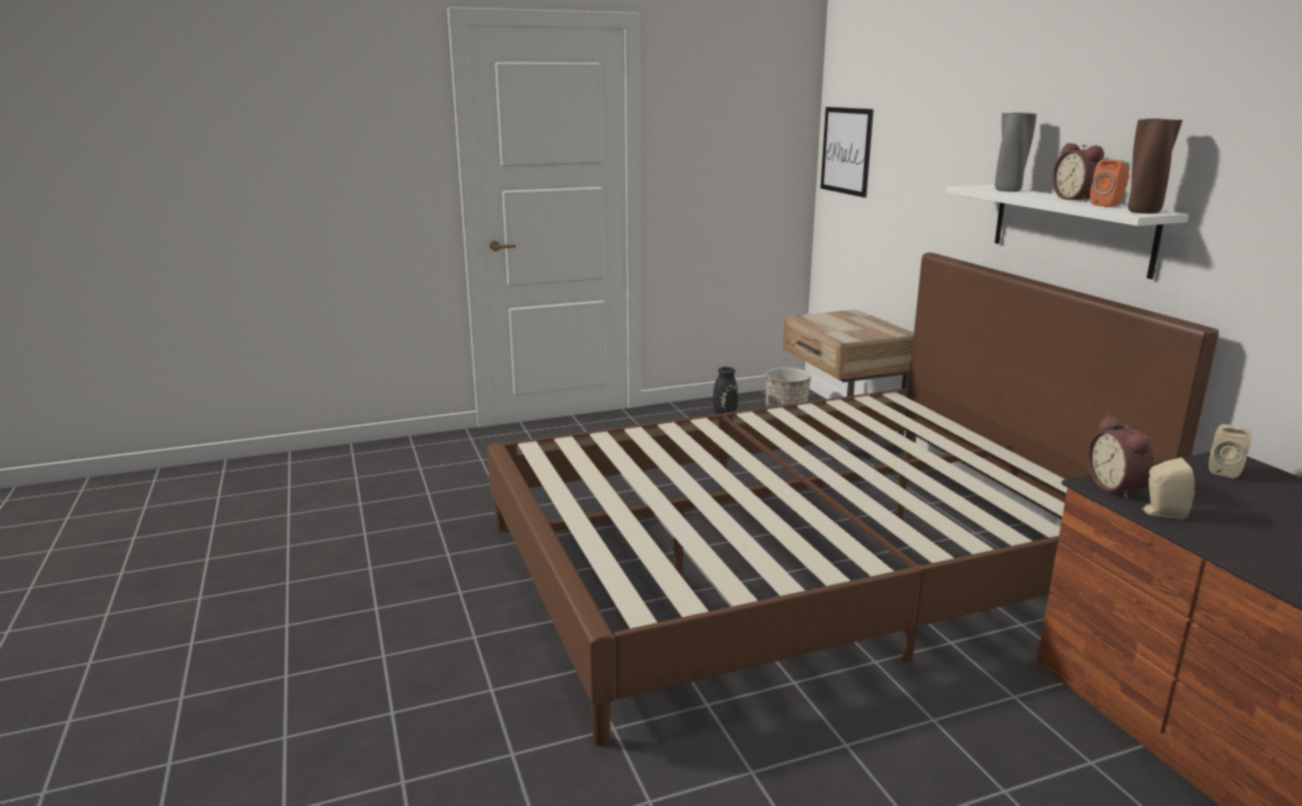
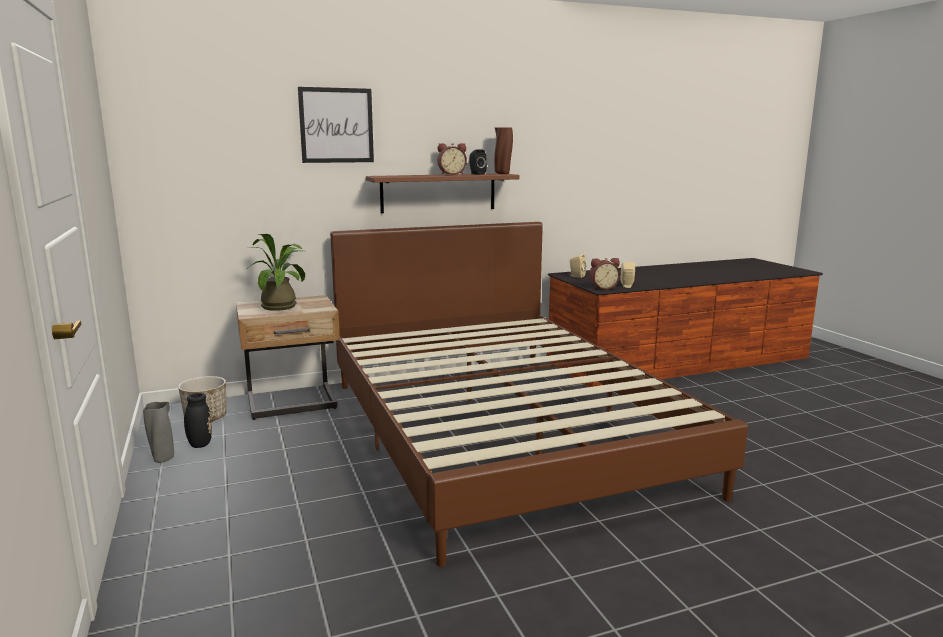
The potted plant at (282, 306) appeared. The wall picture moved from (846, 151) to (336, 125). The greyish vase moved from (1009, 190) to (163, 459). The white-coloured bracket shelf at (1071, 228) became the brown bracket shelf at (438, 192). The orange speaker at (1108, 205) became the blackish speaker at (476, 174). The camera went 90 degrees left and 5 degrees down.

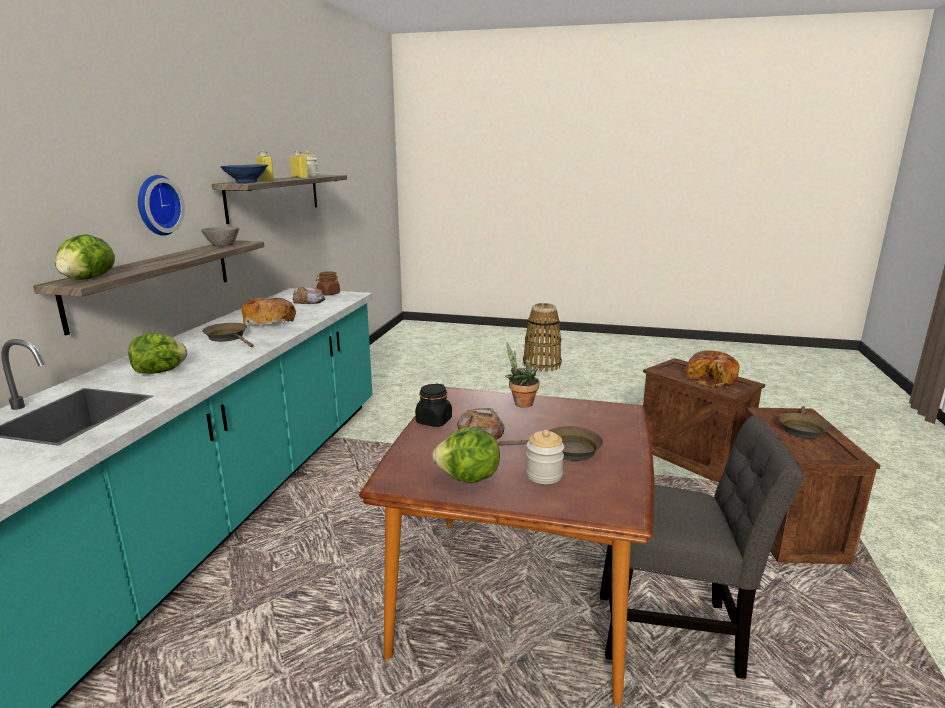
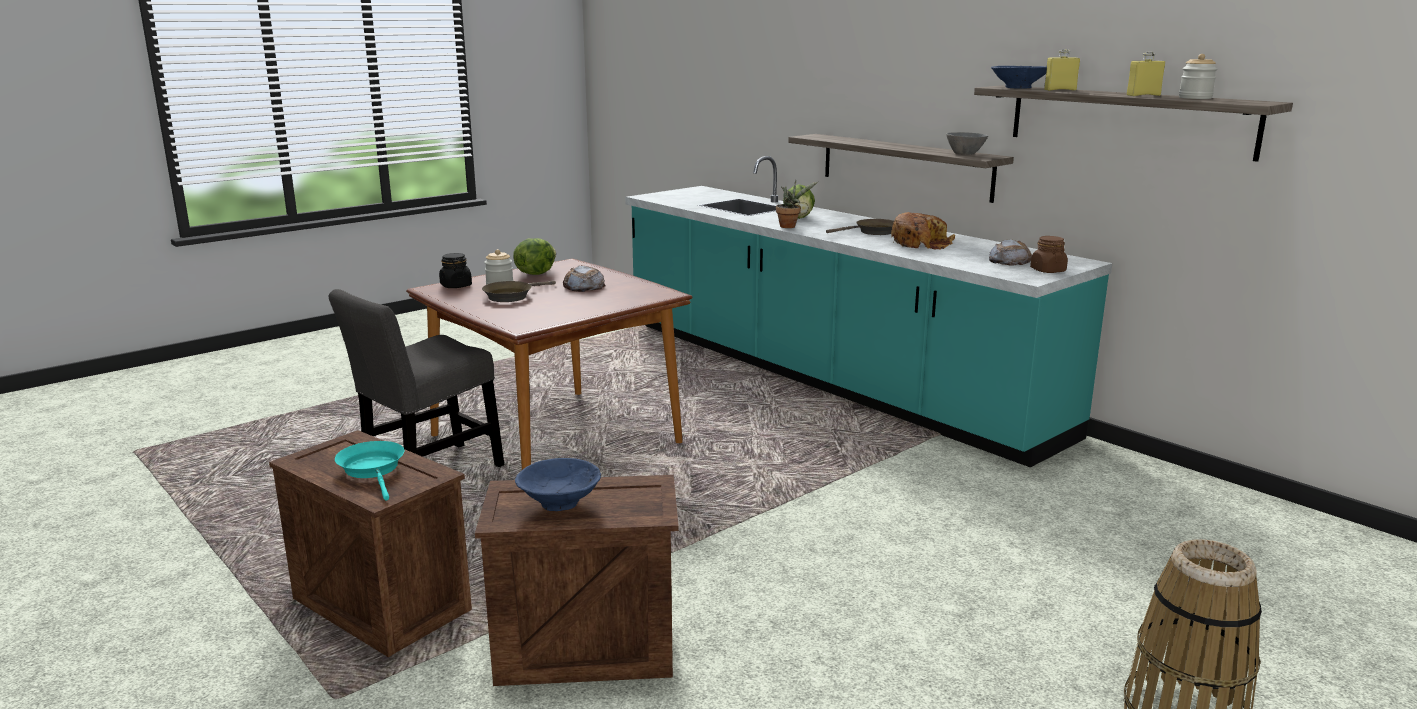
The lettuce head at (87, 279) disappeared. The clock on the wall at (156, 205) disappeared. The blackish preserve jar moved from (433, 421) to (456, 286). The potted plant moved from (520, 403) to (790, 226). The bread at (712, 379) was replaced by the blue-coloured bowl at (560, 503). The brown pan at (801, 429) became the turquoise-coloured pan at (373, 470). The camera went 125 degrees right and 0 degrees up.

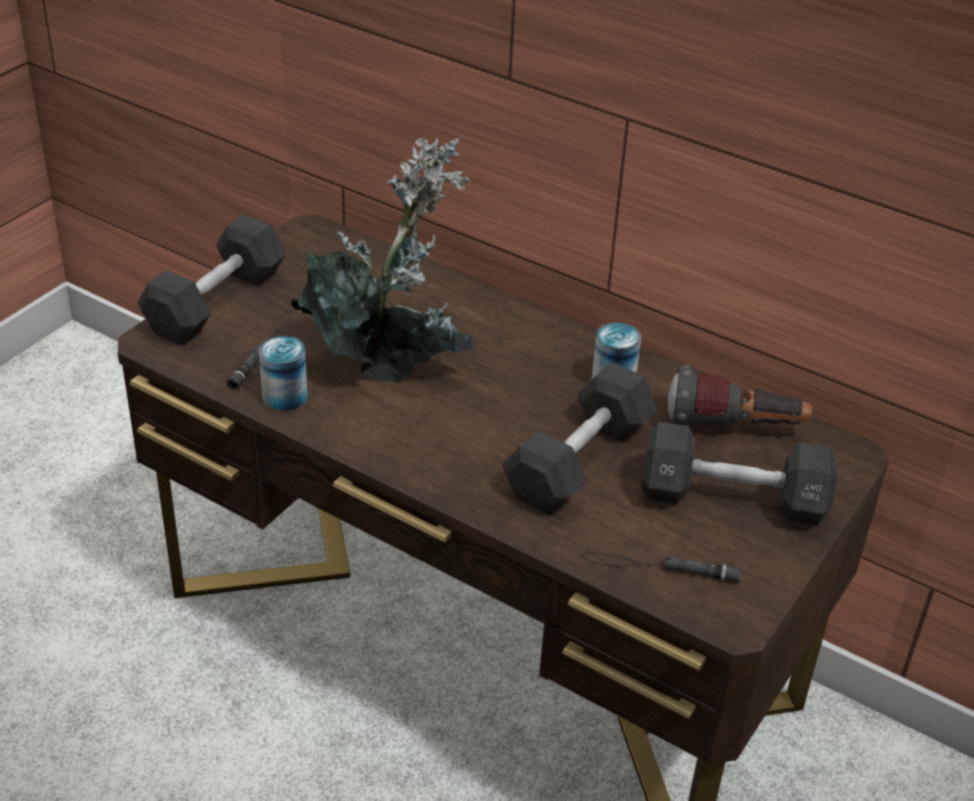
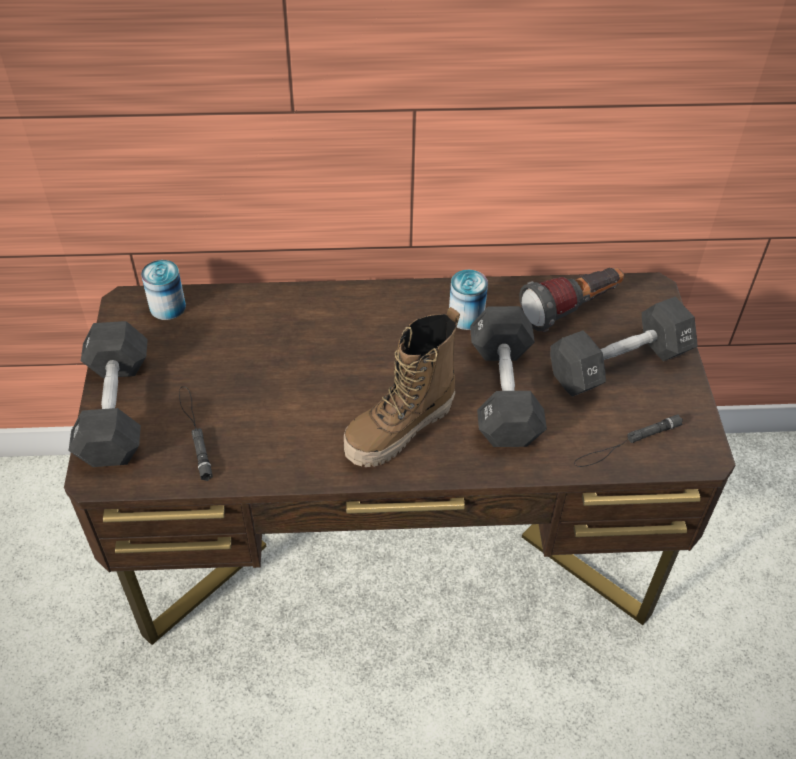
The potted plant at (389, 363) disappeared. The boot at (400, 430) appeared. The sealed can moved from (285, 396) to (167, 307). The camera went 35 degrees left and 10 degrees up.

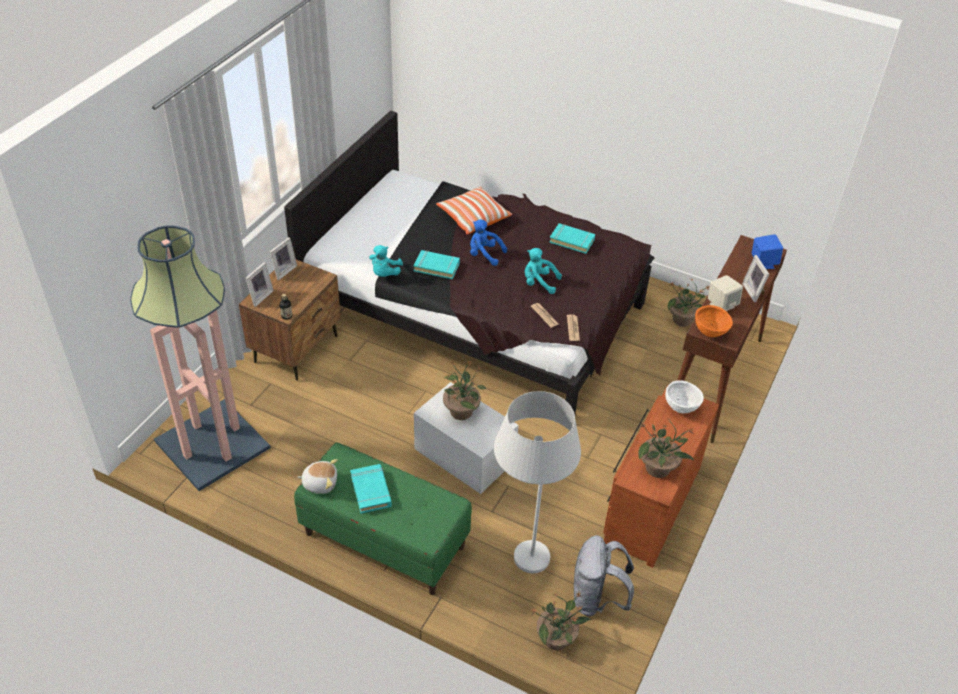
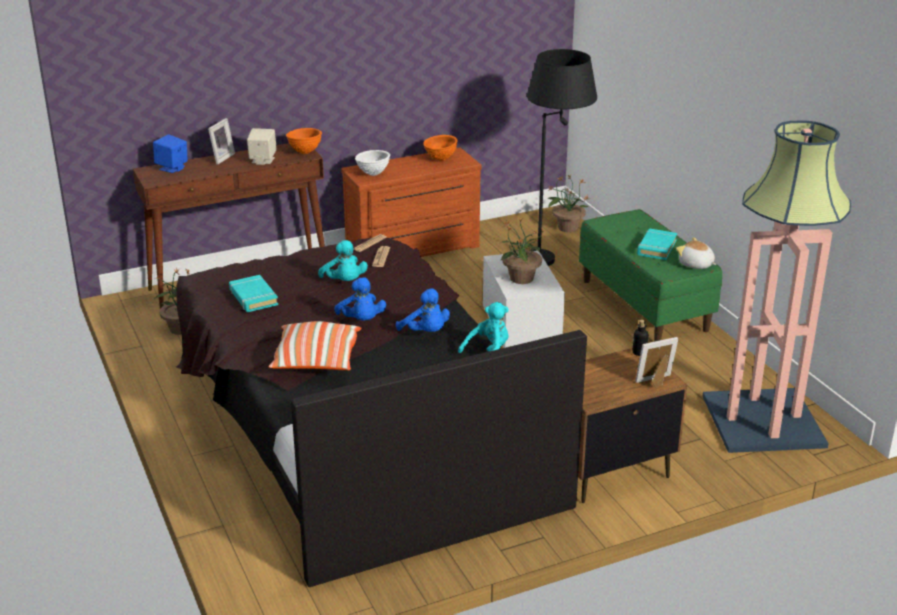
The picture frame at (283, 270) disappeared. The greyish backpack at (596, 599) disappeared. The turquoise-coloured book at (436, 267) was replaced by the blue-coloured cuddly toy at (426, 332). The potted plant at (658, 468) was replaced by the orange bowl at (440, 159). The white-coloured standing lamp at (523, 573) became the blackish standing lamp at (554, 256). The camera went 140 degrees left and 15 degrees down.

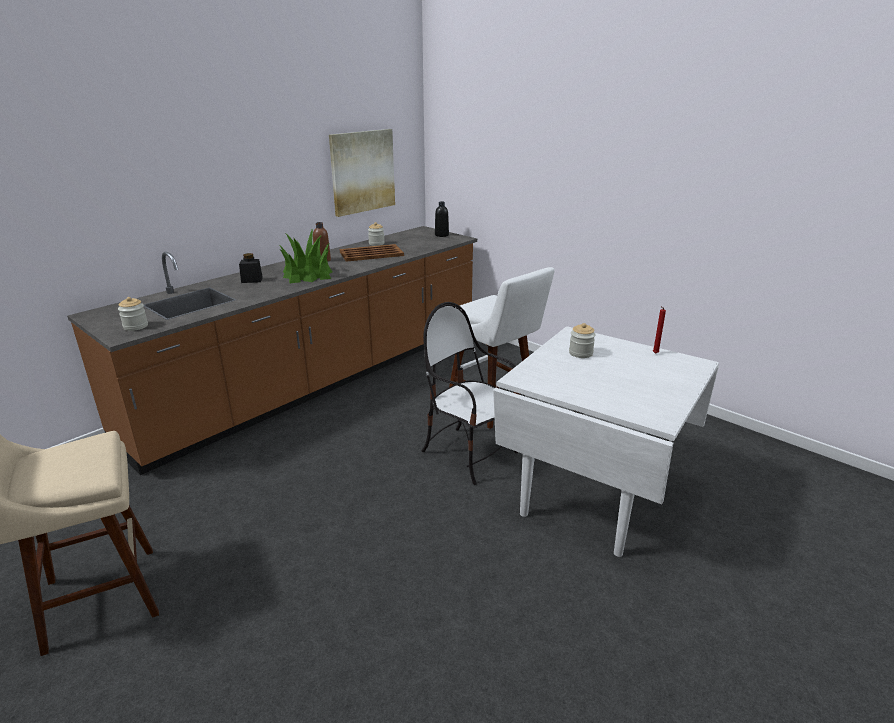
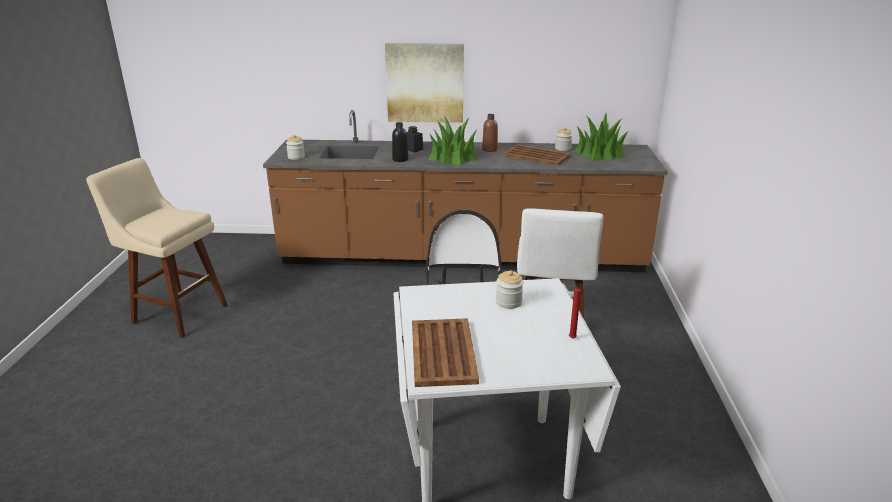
The brown serving tray at (442, 353) appeared. The potted plant at (600, 154) appeared. The wall picture moved from (362, 171) to (425, 83). The blackish drink bottle moved from (441, 235) to (400, 159). The camera went 50 degrees right and 0 degrees up.

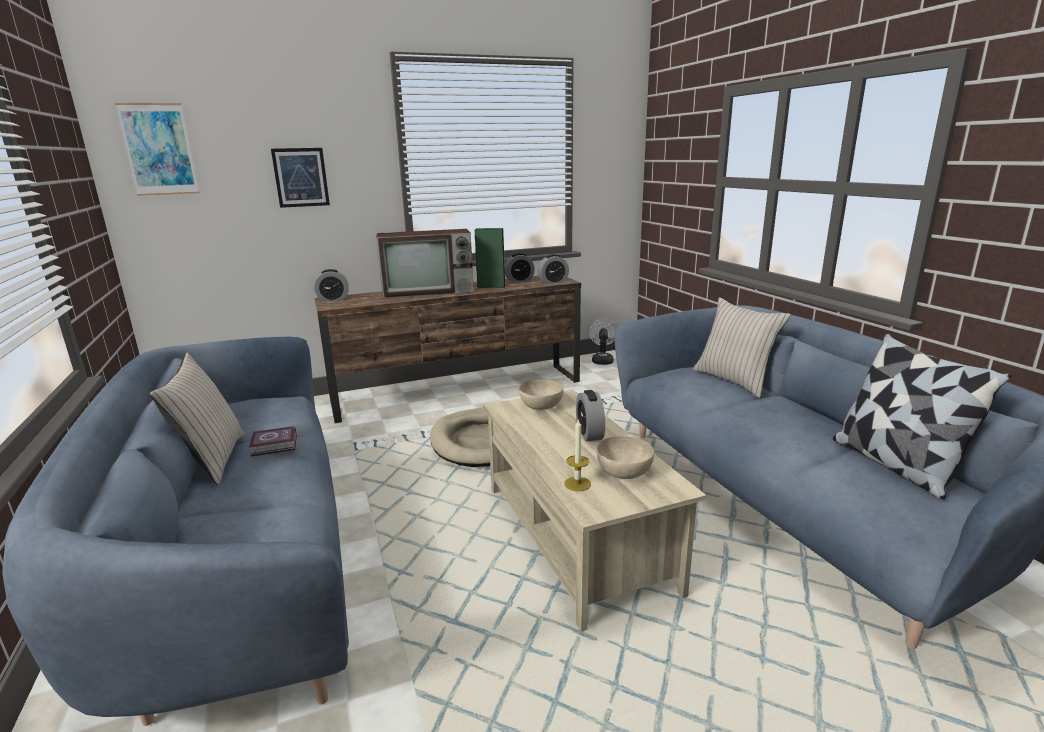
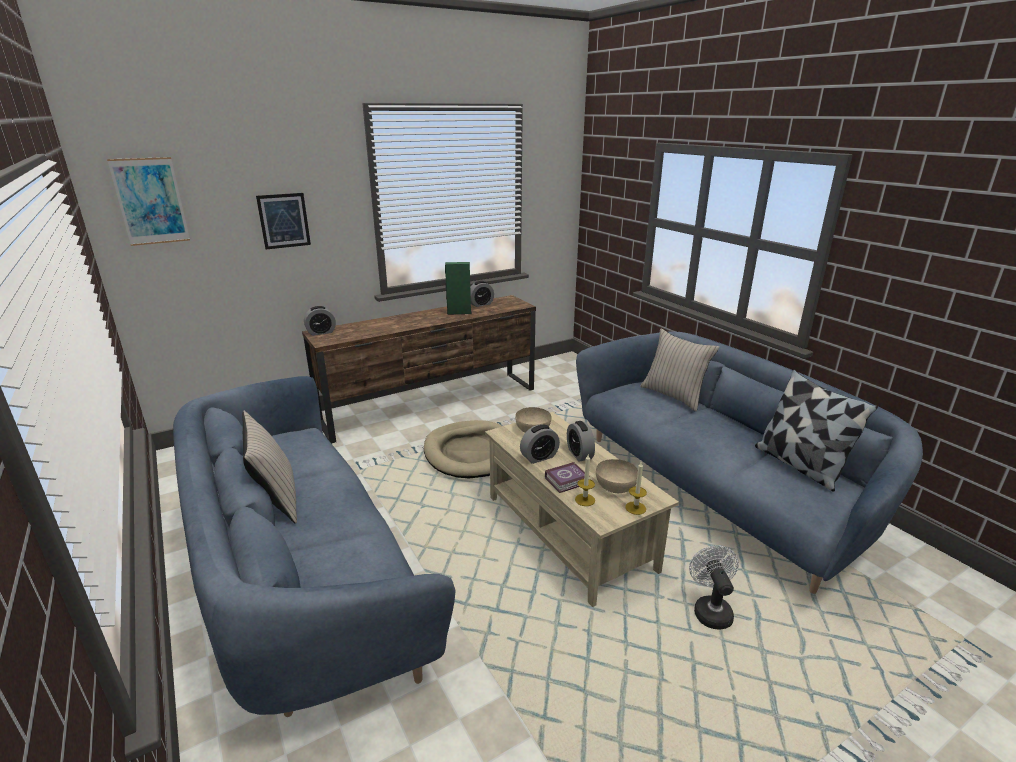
The TV at (429, 291) disappeared. The wax light at (635, 508) appeared. The book moved from (275, 445) to (568, 480). The alarm clock moved from (553, 282) to (539, 457). The white-coloured electric fan moved from (602, 360) to (710, 610). The camera went 10 degrees left and 5 degrees up.

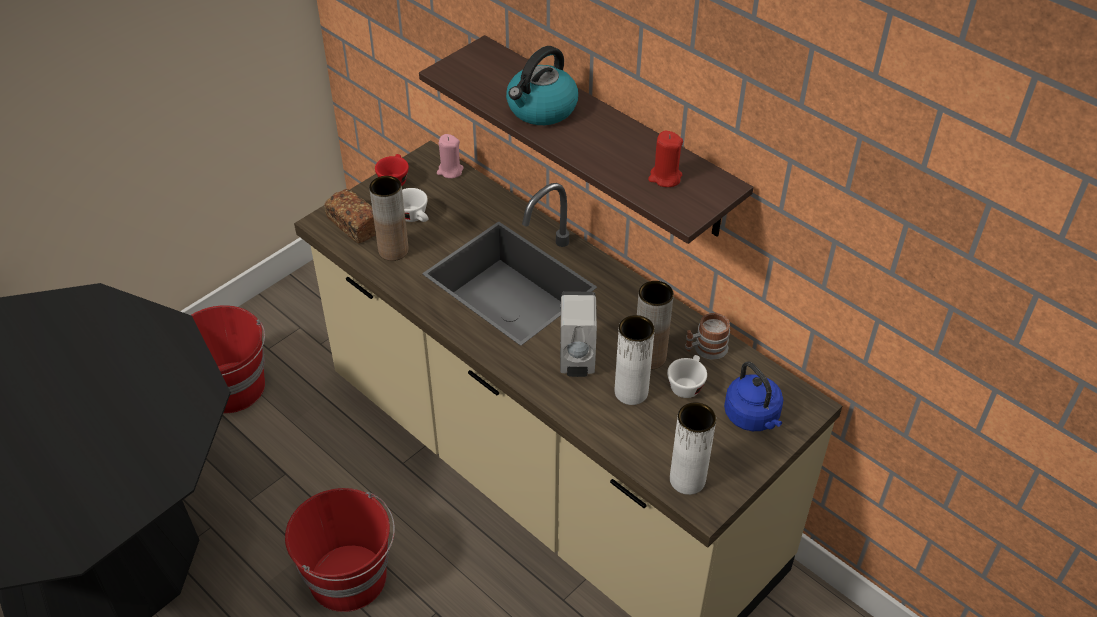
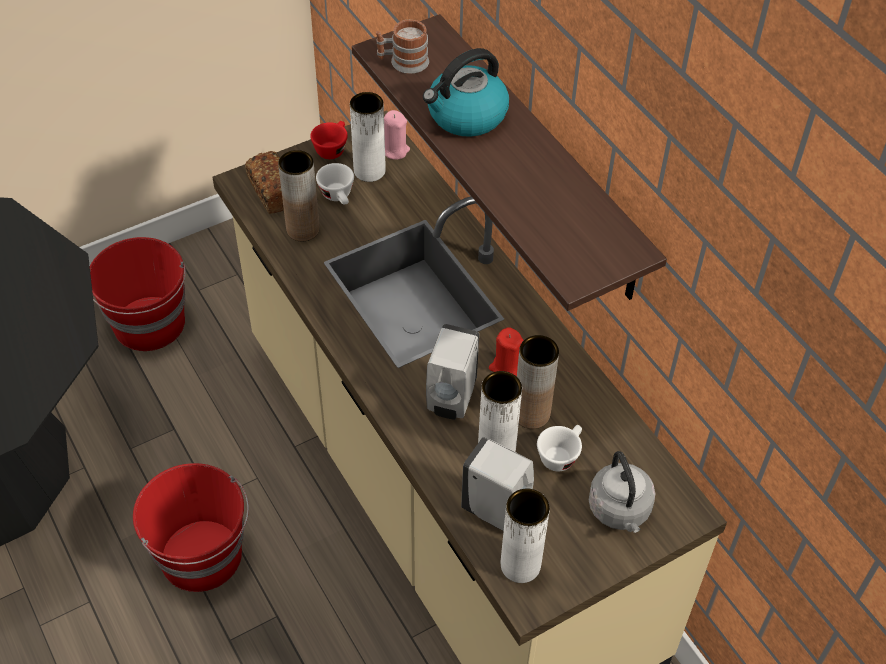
The white-coloured vase at (369, 171) appeared. The white-coloured soap dispenser at (497, 511) appeared. The red-coloured wax light moved from (665, 177) to (506, 368). The mug moved from (705, 349) to (403, 62). The blue-coloured water kettle at (753, 417) became the greyish water kettle at (620, 511). The camera went 15 degrees right and 5 degrees up.

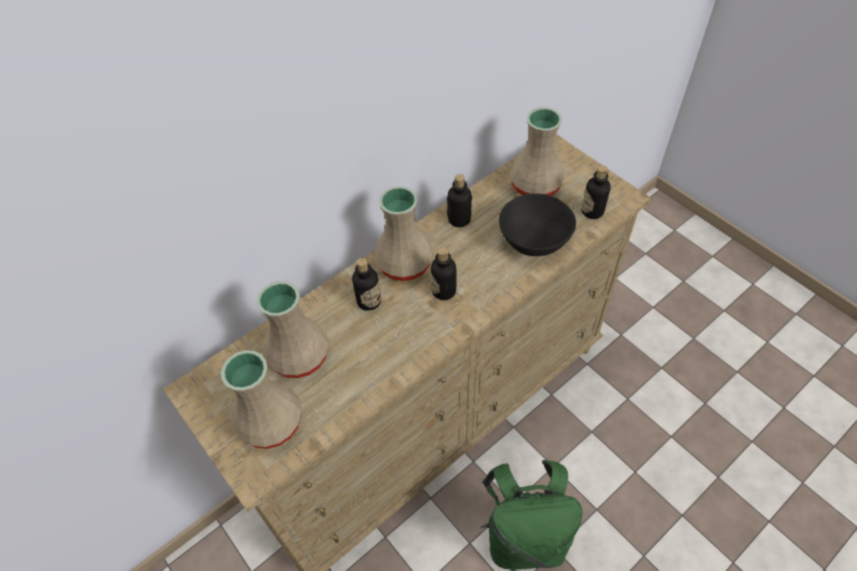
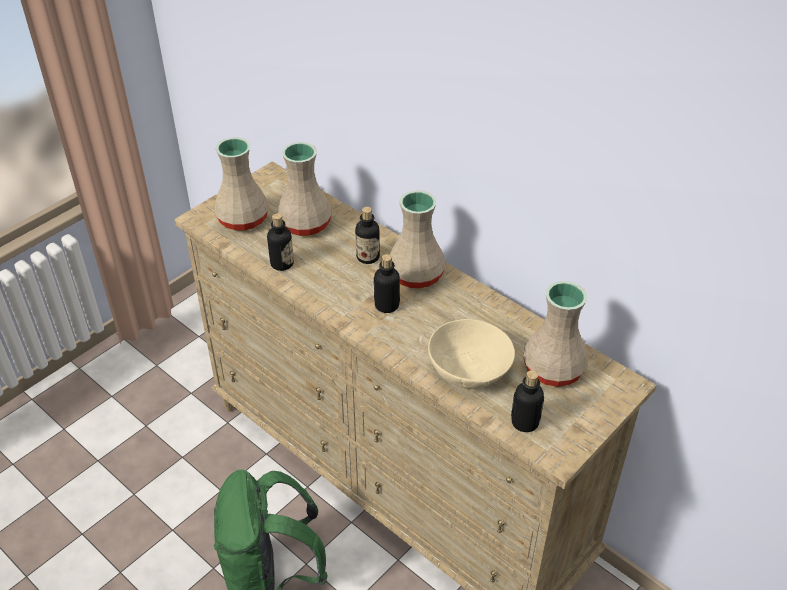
The drink bottle moved from (459, 219) to (282, 263). The blackish bowl at (533, 239) became the sand-coloured bowl at (469, 370). The camera went 80 degrees right and 10 degrees down.

